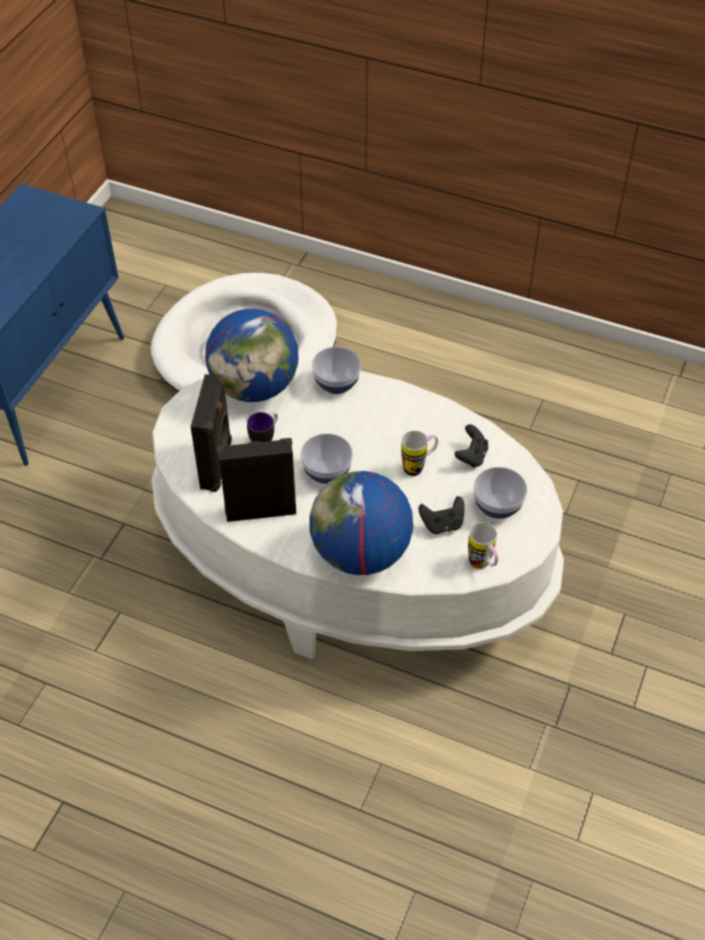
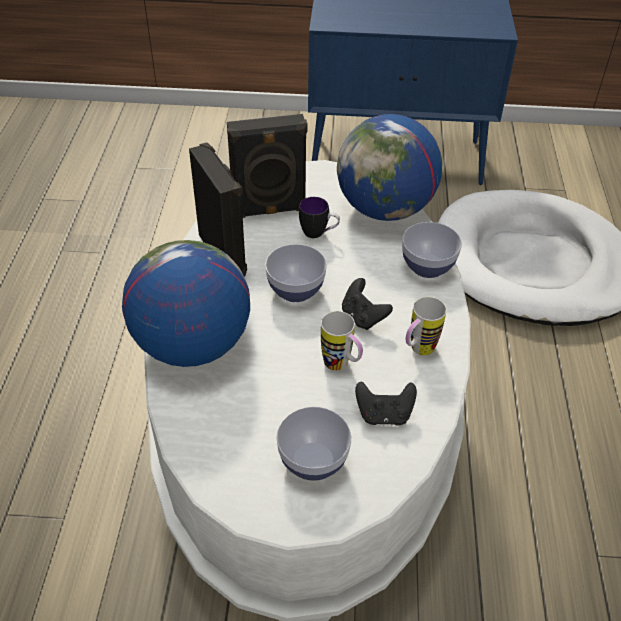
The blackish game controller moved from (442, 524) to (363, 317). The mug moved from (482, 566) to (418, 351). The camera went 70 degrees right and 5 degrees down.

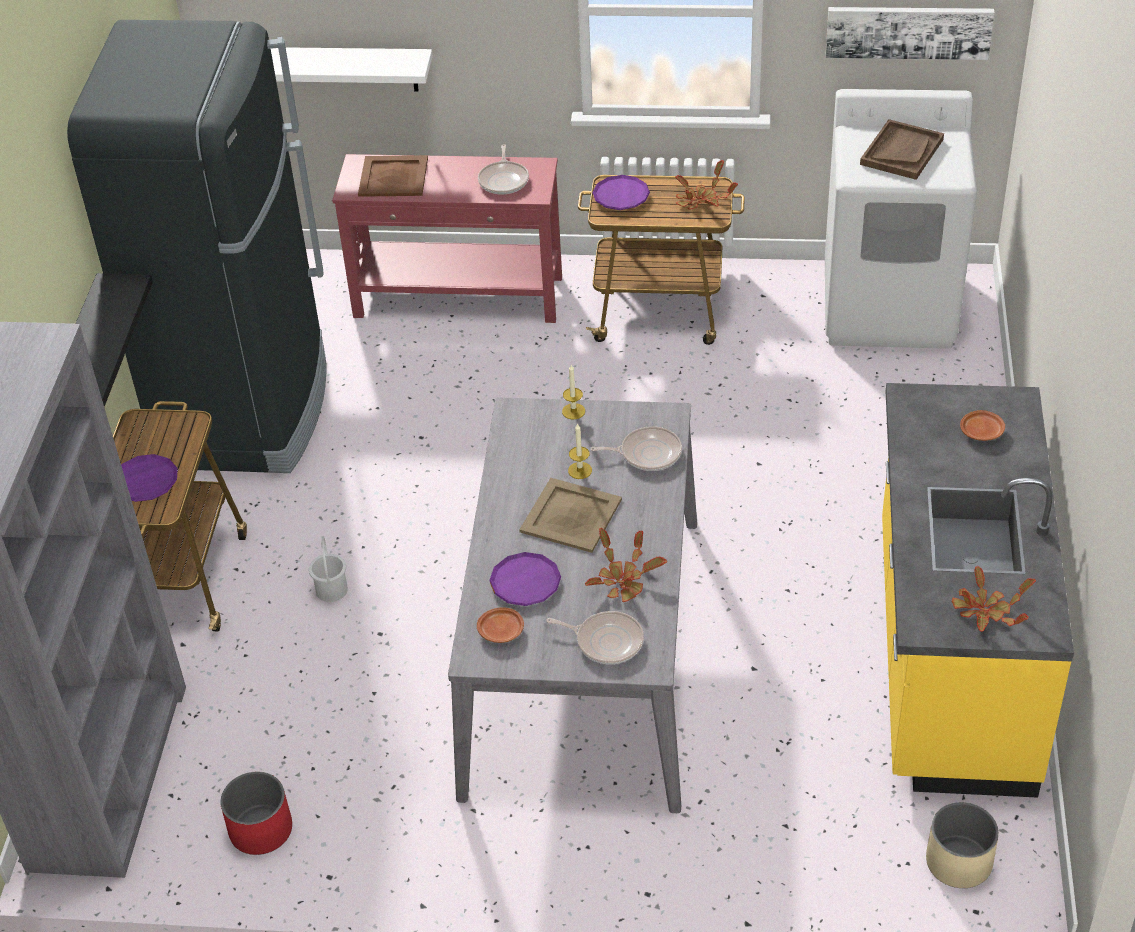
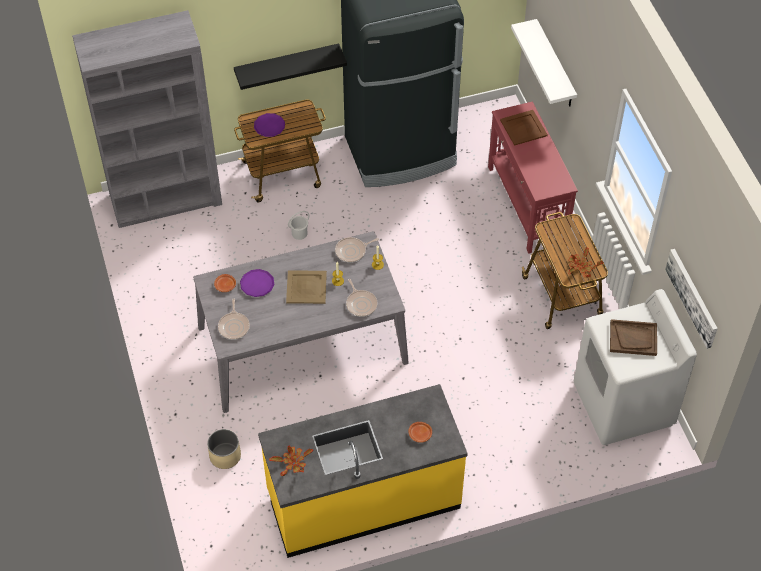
The red-coloured plant pot at (260, 830) disappeared. The potted plant at (623, 580) disappeared. The purplish dinner plate at (621, 196) disappeared. The pan moved from (504, 180) to (352, 251). The sand-coloured plant pot moved from (958, 862) to (225, 456). The camera went 65 degrees right and 10 degrees up.

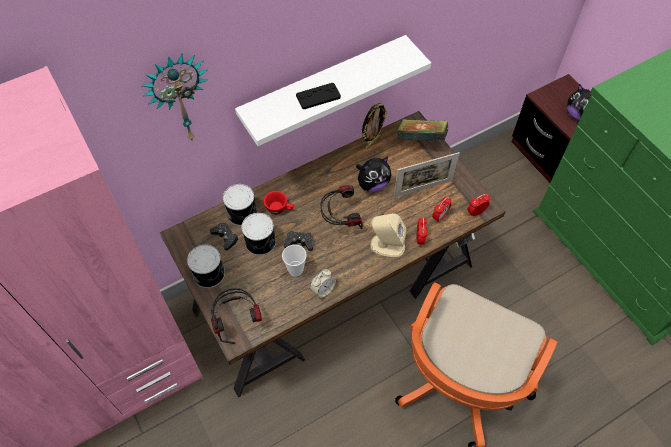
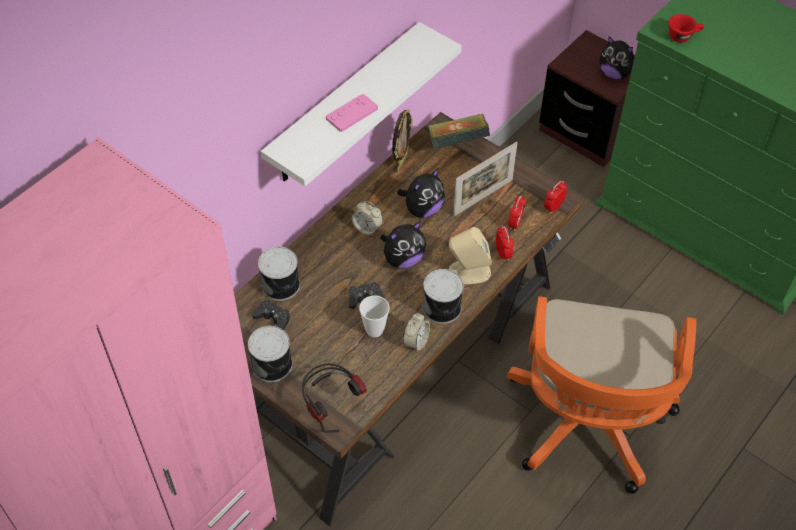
The clock on the wall at (179, 98) disappeared. The alarm clock at (367, 228) appeared. The sealed can moved from (261, 242) to (443, 307). The red-coloured drinking cup moved from (279, 208) to (683, 36). The headphones at (341, 220) was replaced by the cuddly toy at (403, 259). The blackish game controller at (318, 96) became the pink game controller at (352, 113). The camera went 20 degrees left and 5 degrees down.

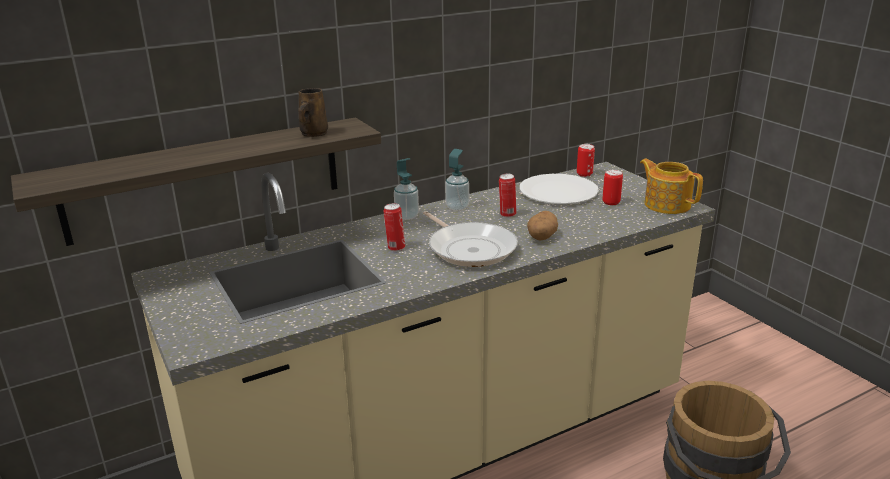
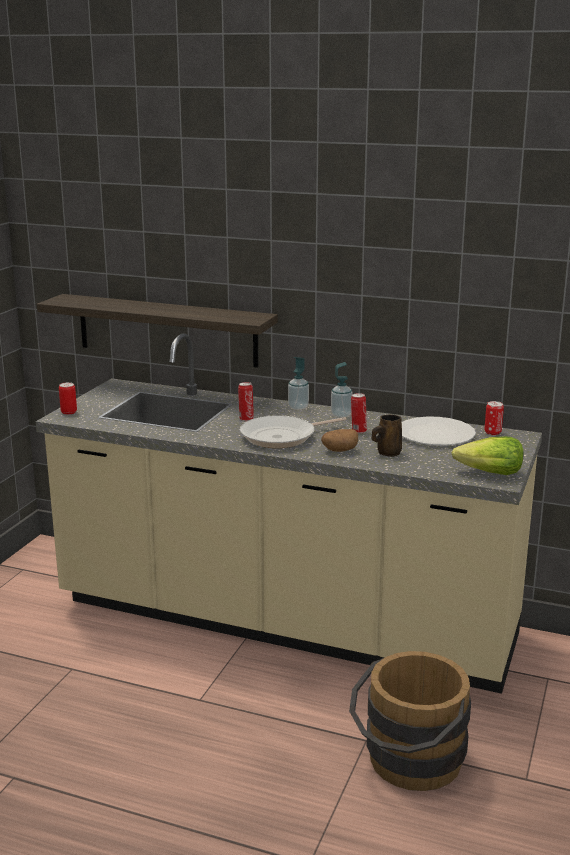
The brown mug moved from (313, 134) to (387, 453). The sealed can moved from (611, 202) to (69, 412). The tea pot at (666, 204) was replaced by the lettuce head at (490, 473). The pan at (470, 248) turned 45 degrees clockwise. The camera went 50 degrees right and 5 degrees down.

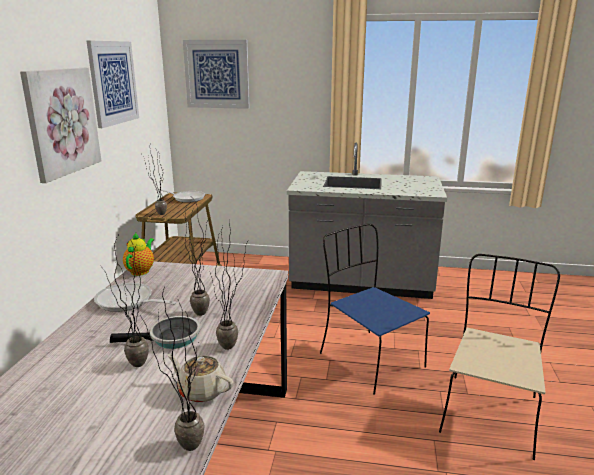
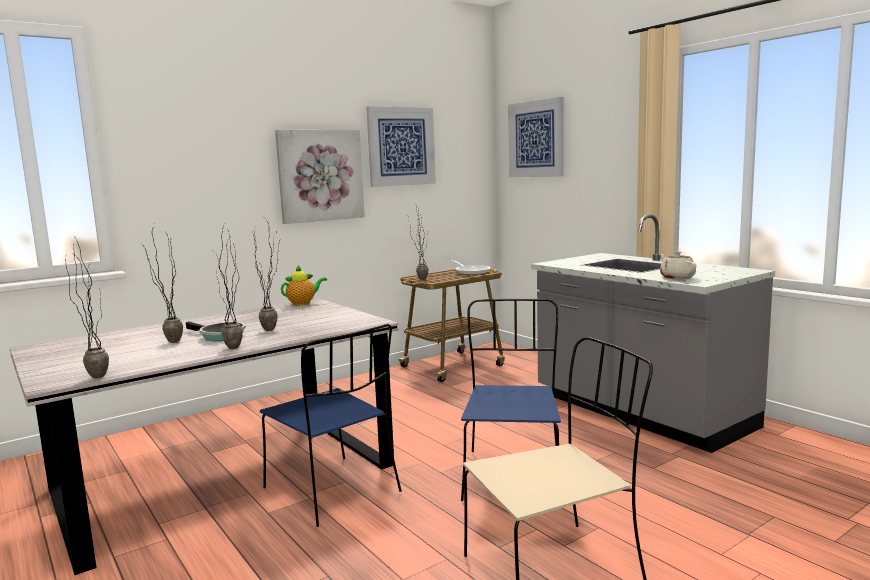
The pan at (128, 302) disappeared. The blue-coloured plain chair at (334, 491) appeared. The sand-coloured tea pot moved from (201, 391) to (676, 277). The camera went 45 degrees right and 10 degrees down.

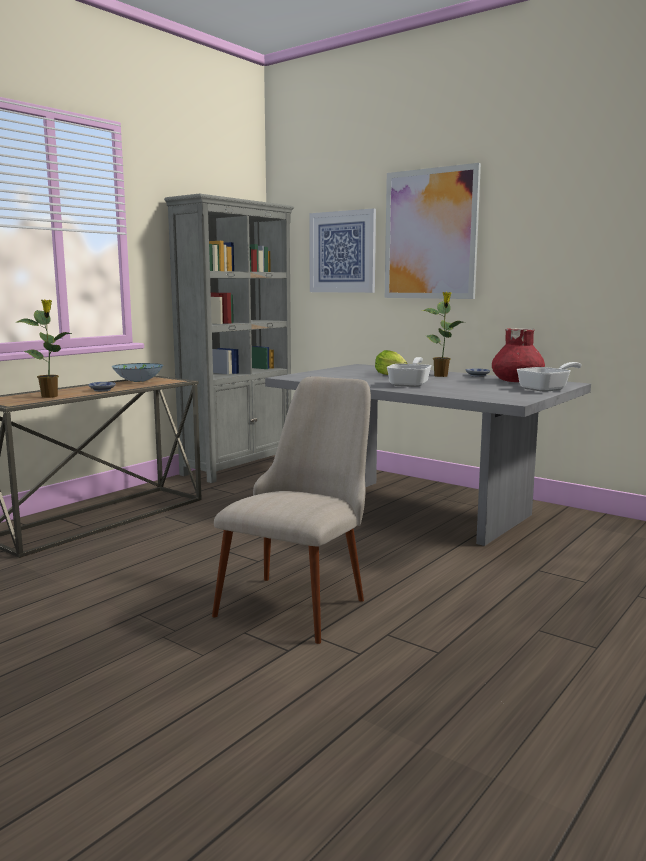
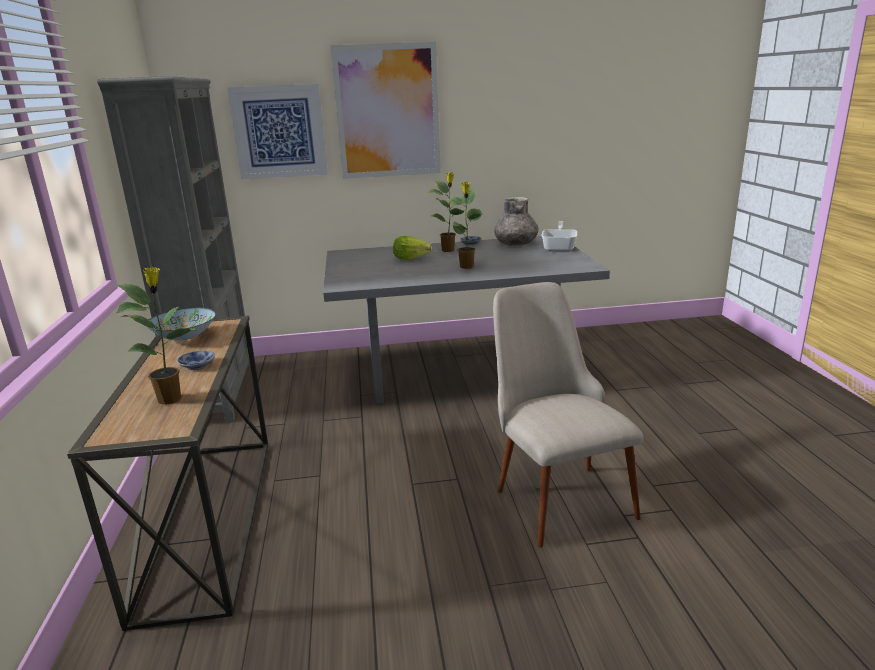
The pan at (411, 384) was replaced by the potted plant at (467, 267). The red-coloured vase at (517, 381) became the greyish vase at (516, 244). The camera went 45 degrees left and 10 degrees up.

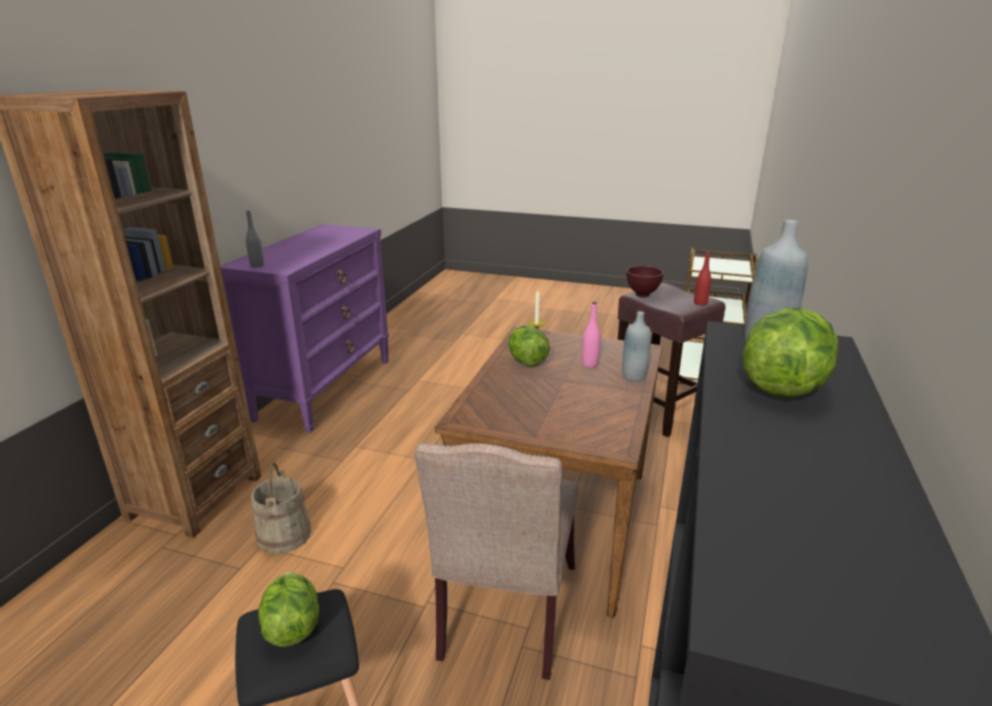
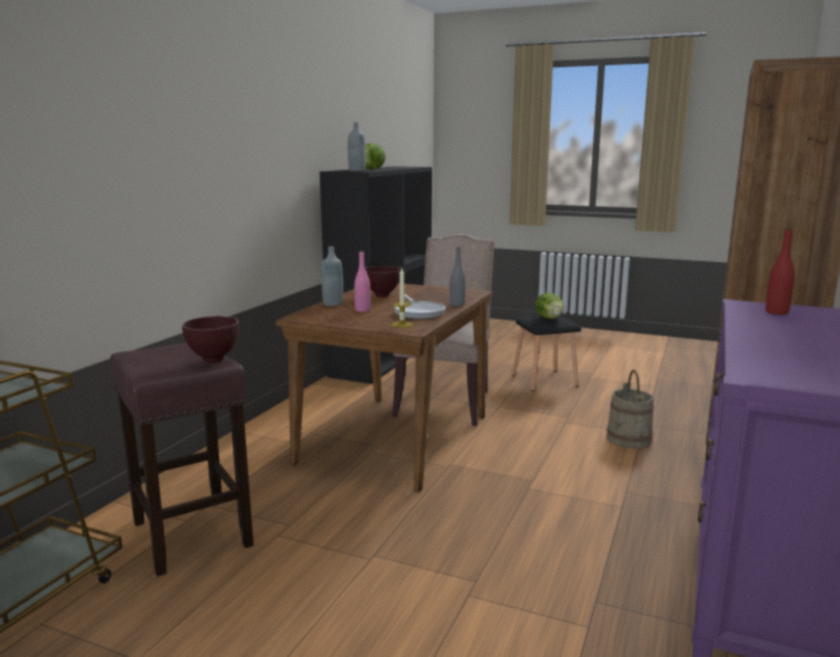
The brown bowl at (381, 295) appeared. The greyish drink bottle moved from (257, 265) to (457, 304). The red-coloured drink bottle moved from (700, 303) to (776, 312). The lettuce head at (526, 361) was replaced by the pan at (419, 312). The camera went 175 degrees left and 10 degrees down.

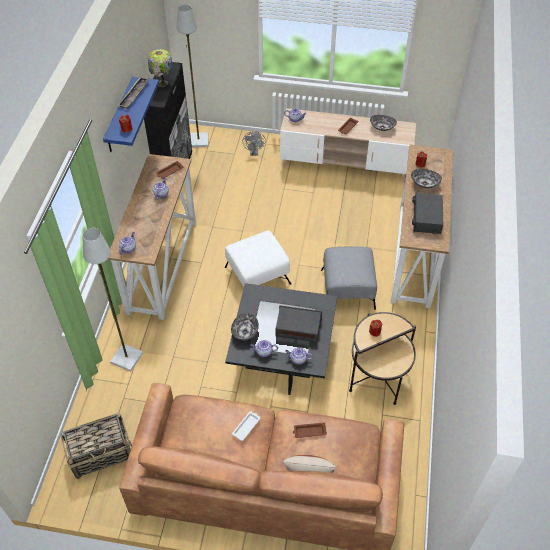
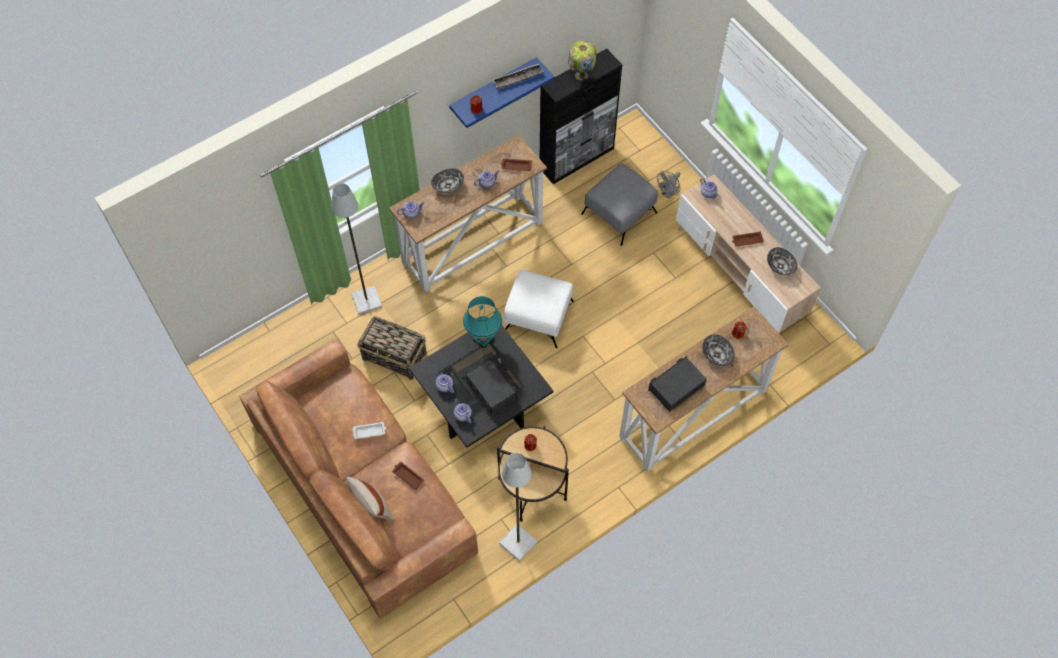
The turquoise-coloured table lamp at (483, 339) appeared. The basket moved from (102, 454) to (395, 356). The greyish standing lamp moved from (198, 141) to (517, 543). The bowl moved from (245, 332) to (448, 186). The greyish footrest moved from (347, 289) to (618, 213). The camera went 45 degrees right and 10 degrees up.

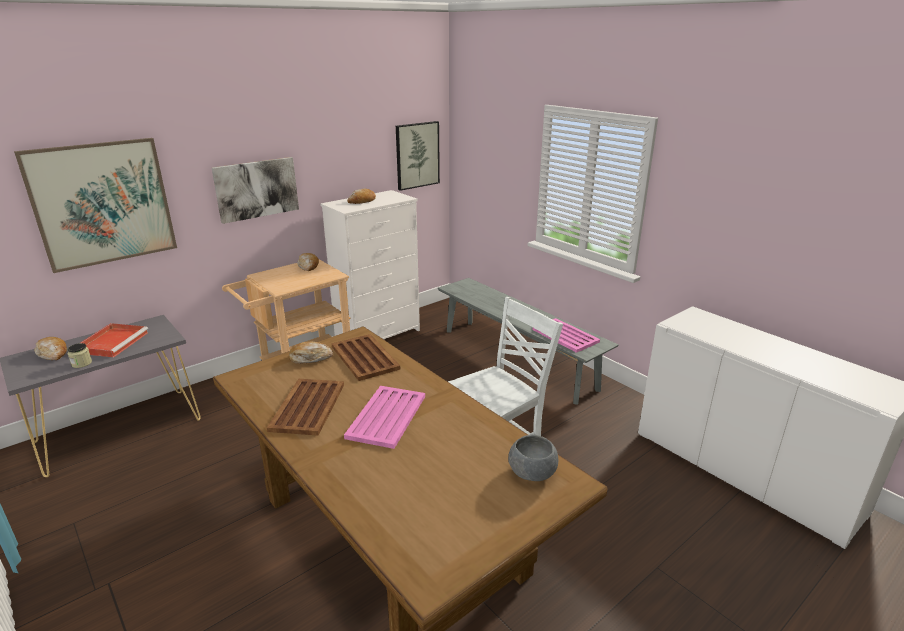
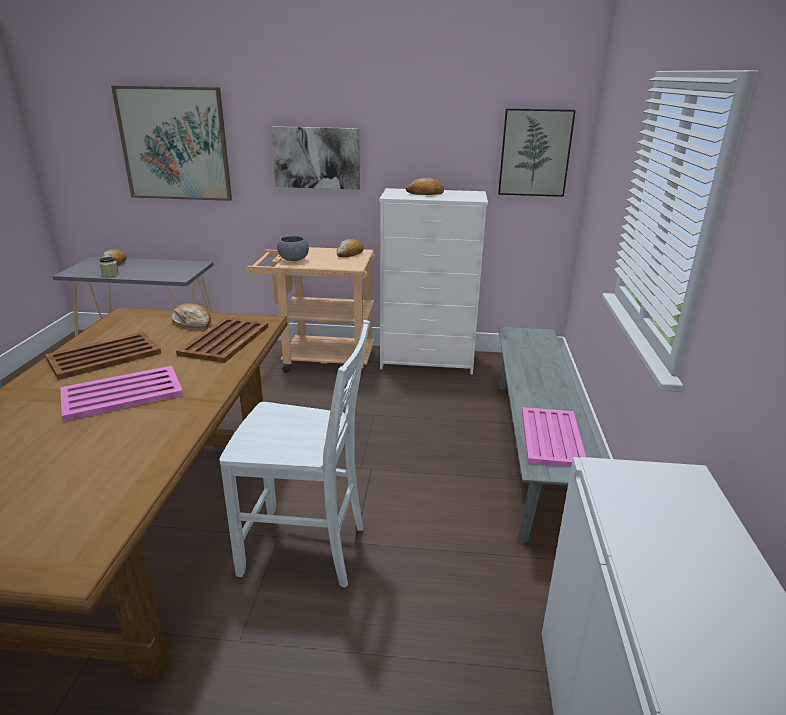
The red-coloured serving tray at (113, 342) disappeared. The greyish bowl moved from (532, 473) to (293, 259). The camera went 45 degrees right and 0 degrees up.

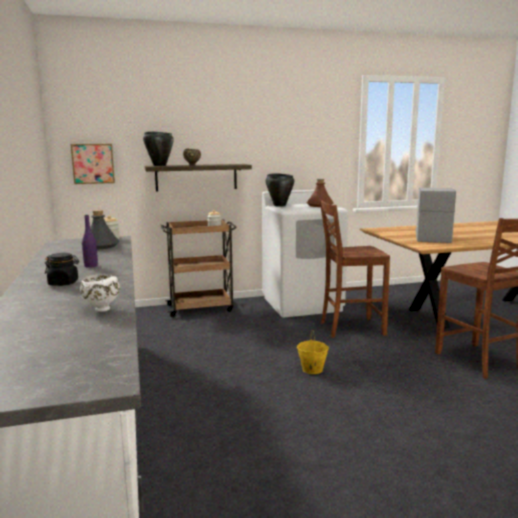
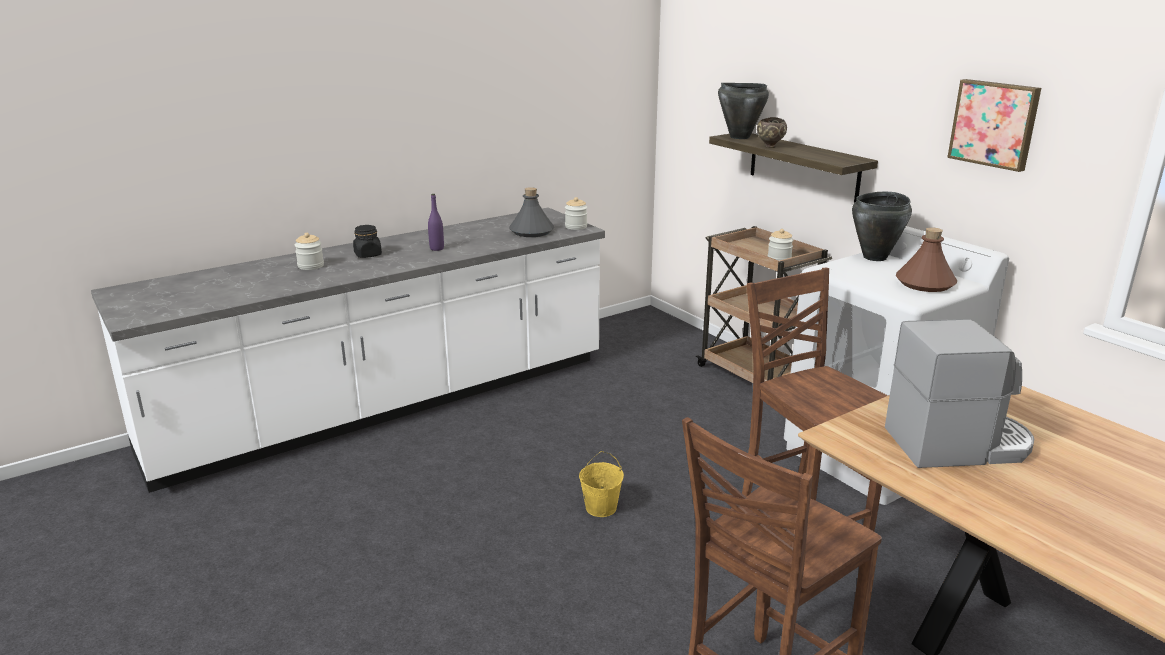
The white-coloured bowl at (101, 309) disappeared. The preserve jar at (311, 266) appeared. The wall picture moved from (93, 163) to (994, 124). The camera went 70 degrees right and 10 degrees up.

